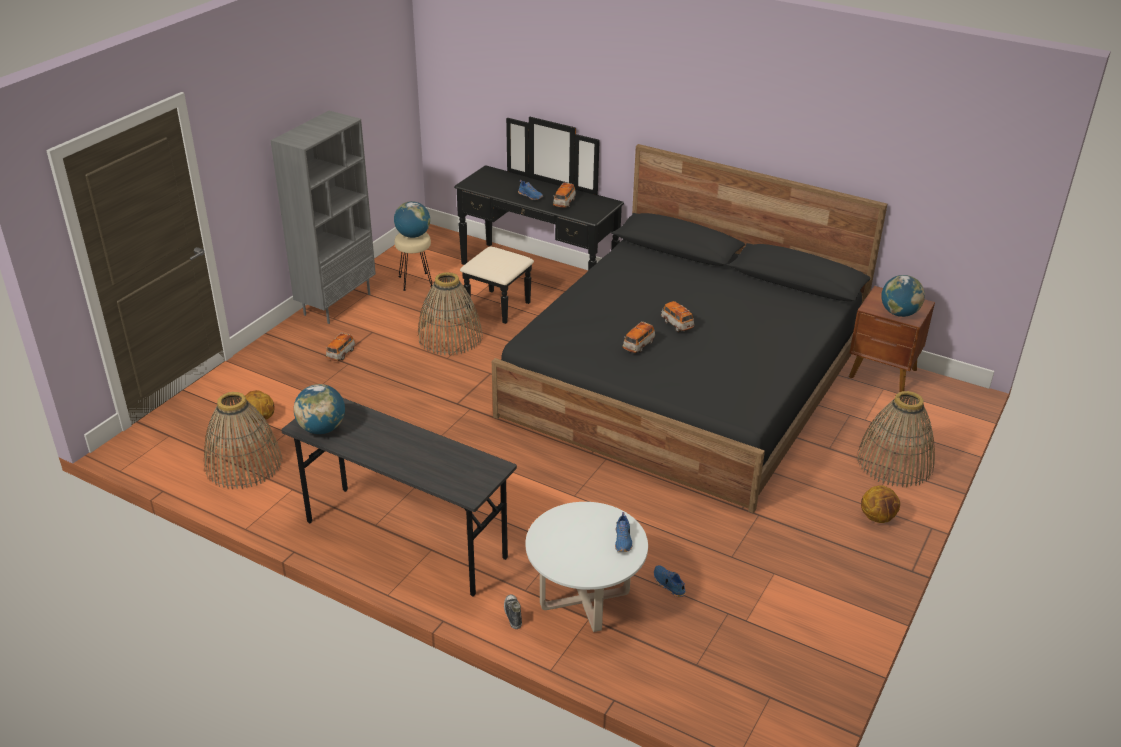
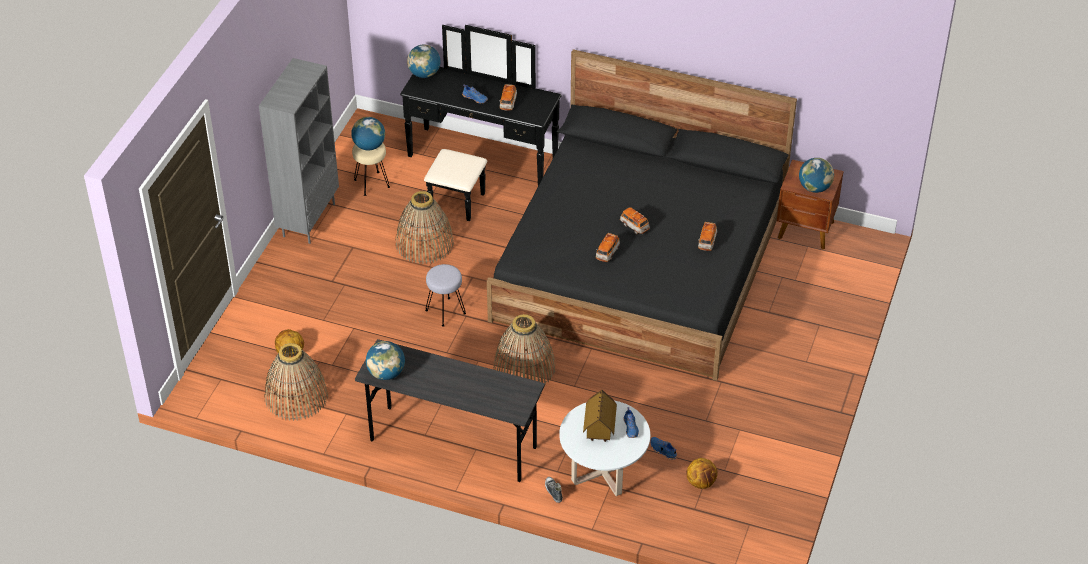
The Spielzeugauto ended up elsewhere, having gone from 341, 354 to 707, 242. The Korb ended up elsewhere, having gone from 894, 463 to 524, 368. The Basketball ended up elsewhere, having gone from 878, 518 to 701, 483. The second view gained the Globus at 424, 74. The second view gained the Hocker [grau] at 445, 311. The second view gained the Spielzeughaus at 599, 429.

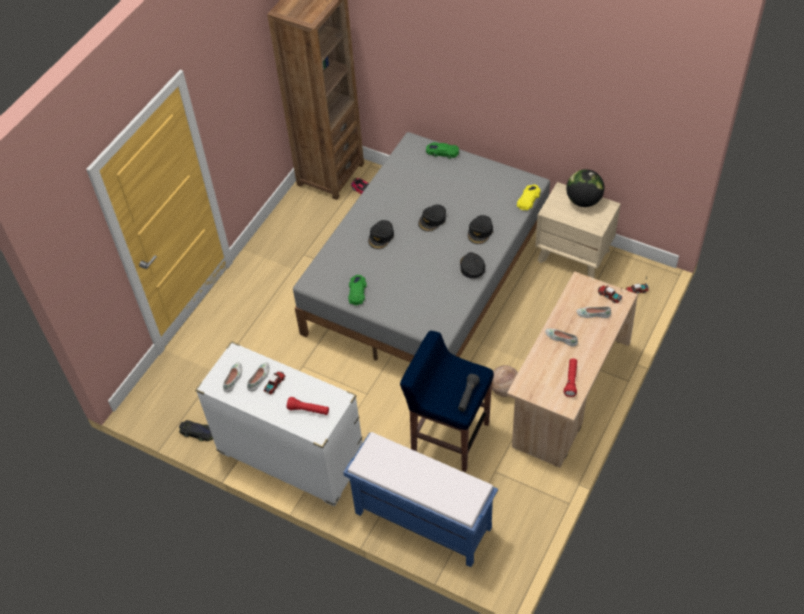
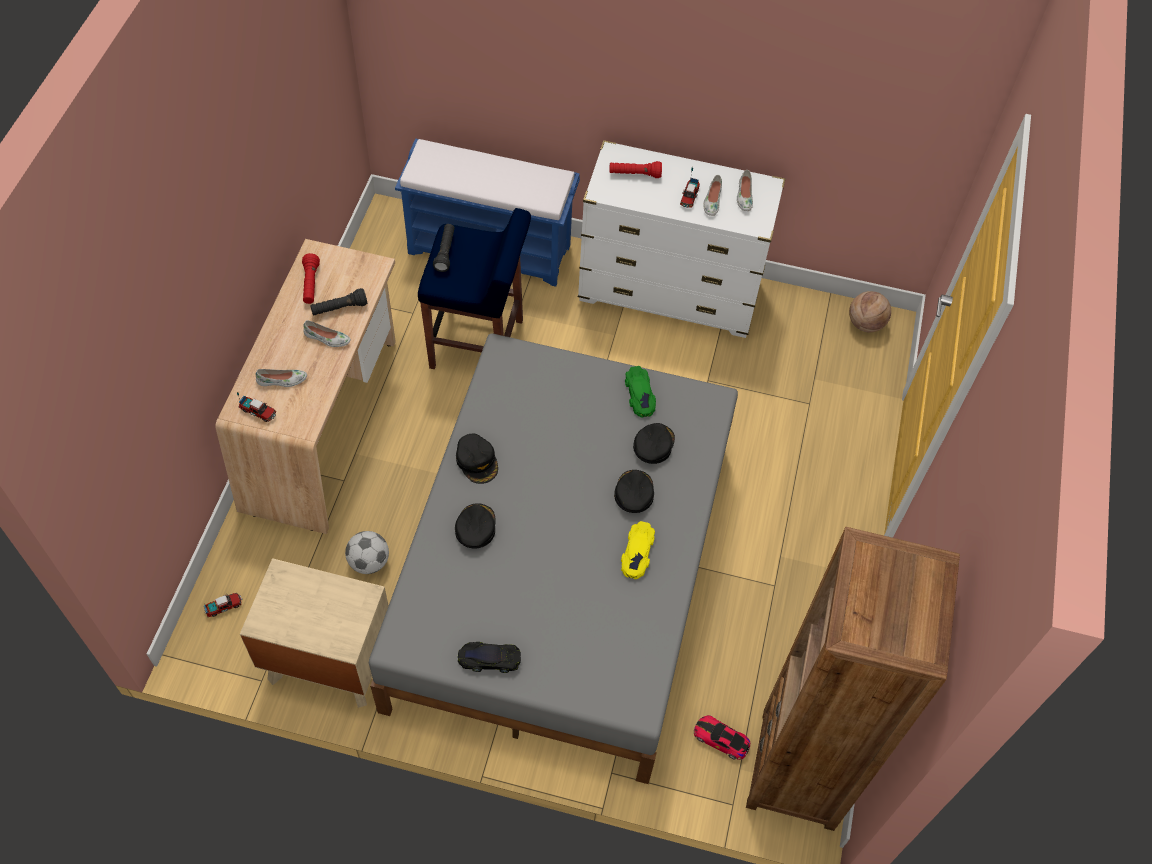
The second view lost the Spielzeugauto [grün] at 442, 152. The second view lost the Globus at 583, 201. The Spielzeugauto [gelb] ended up elsewhere, having gone from 528, 199 to 637, 553. The Kappe [schwarz] ended up elsewhere, having gone from 432, 220 to 653, 444. The Basketball ended up elsewhere, having gone from 504, 389 to 865, 324. The Spielzeugauto [schwarz] ended up elsewhere, having gone from 198, 432 to 489, 659. The second view gained the Taschenlampe [schwarz] at 339, 308. The second view gained the Fußball at 369, 562.

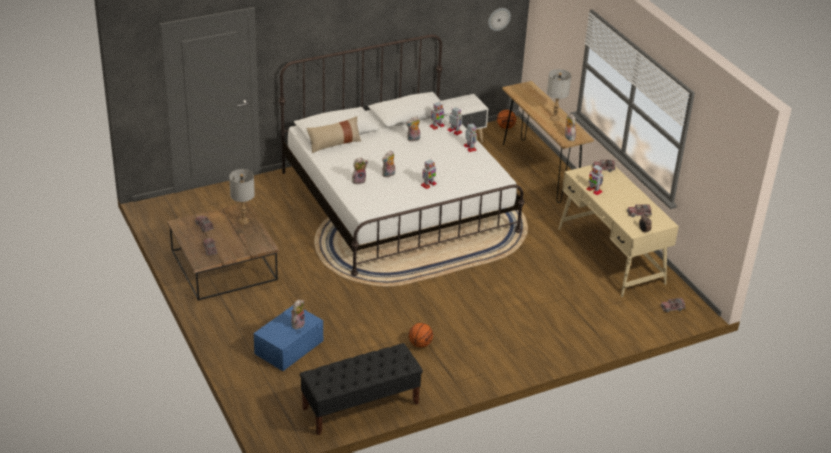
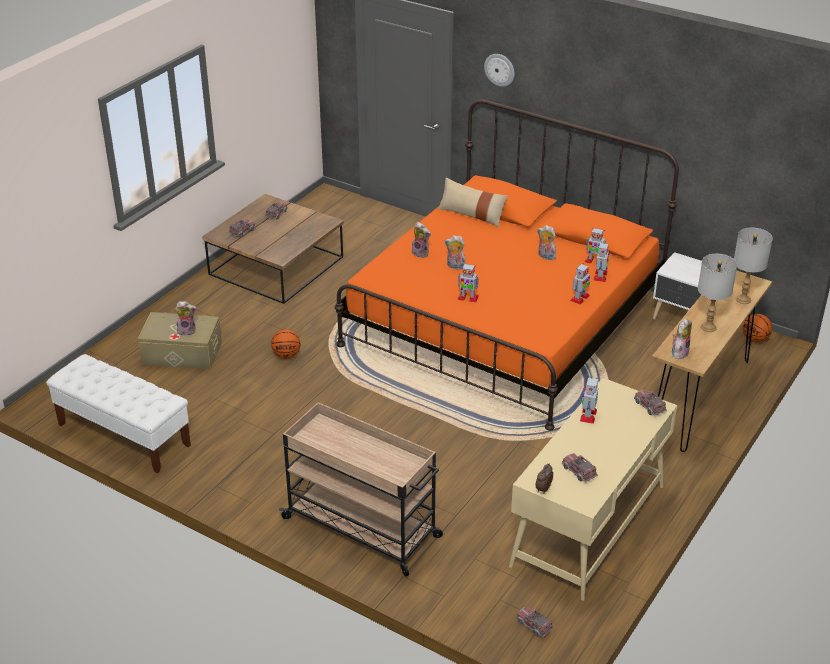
The Wanduhr ended up elsewhere, having gone from 499, 19 to 499, 69. What was the Bett [weiß] at 397, 201 turned into the Bett [orange] at 503, 321. The Tischlampe [grau] ended up elsewhere, having gone from 243, 221 to 743, 300. What was the Aufbewahrungsbox [blau] at 289, 347 turned into the Aufbewahrungsbox [beige] at 182, 353. The Basketball ended up elsewhere, having gone from 420, 344 to 286, 355. What was the Bank [schwarz] at 360, 406 turned into the Bank [weiß] at 123, 435. The second view gained the Rollwagen [beige] at 363, 528.

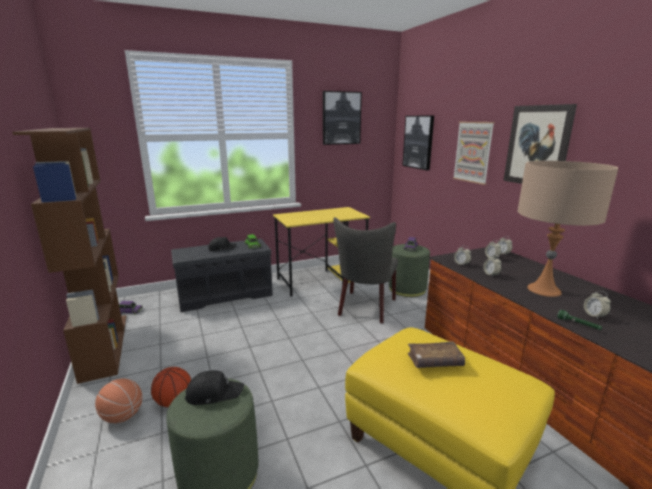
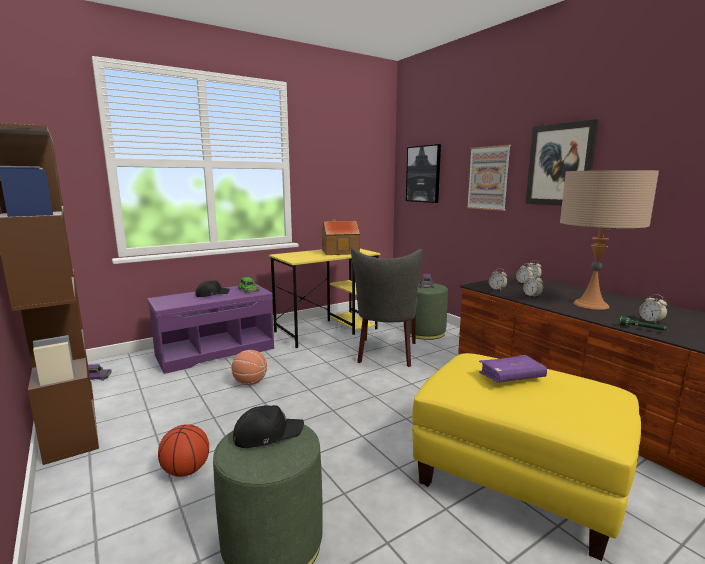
The second view lost the Bild at 341, 118. What was the Bank [grau] at 226, 294 turned into the Bank [lila] at 216, 351. What was the Buch [braun] at 434, 361 turned into the Buch [lila] at 511, 377. The Basketball ended up elsewhere, having gone from 122, 416 to 250, 382. The second view gained the Spielzeughaus at 339, 251.

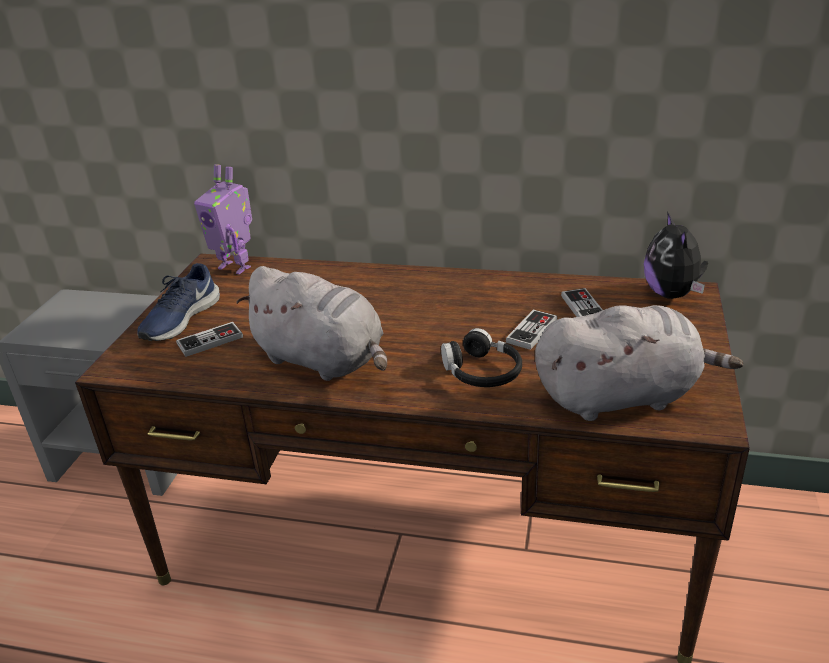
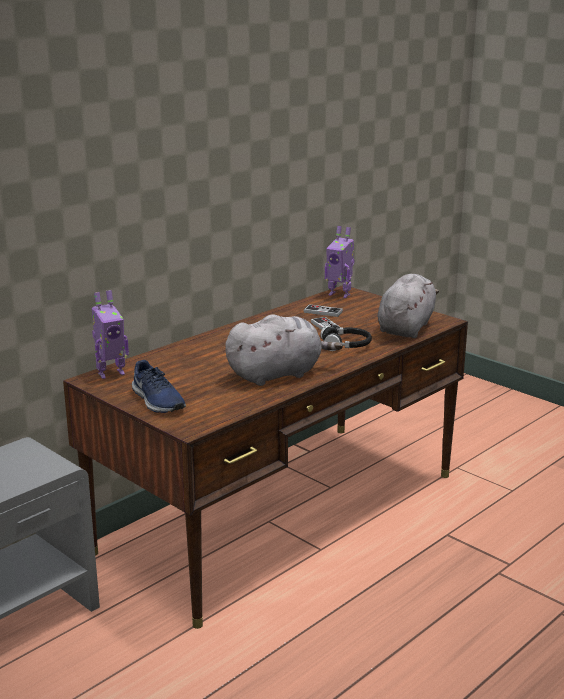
Where the Plüschtier stood at 672, 294, the Spielzeugroboter came to stand at 340, 294. The second view lost the Gamepad at 210, 341.

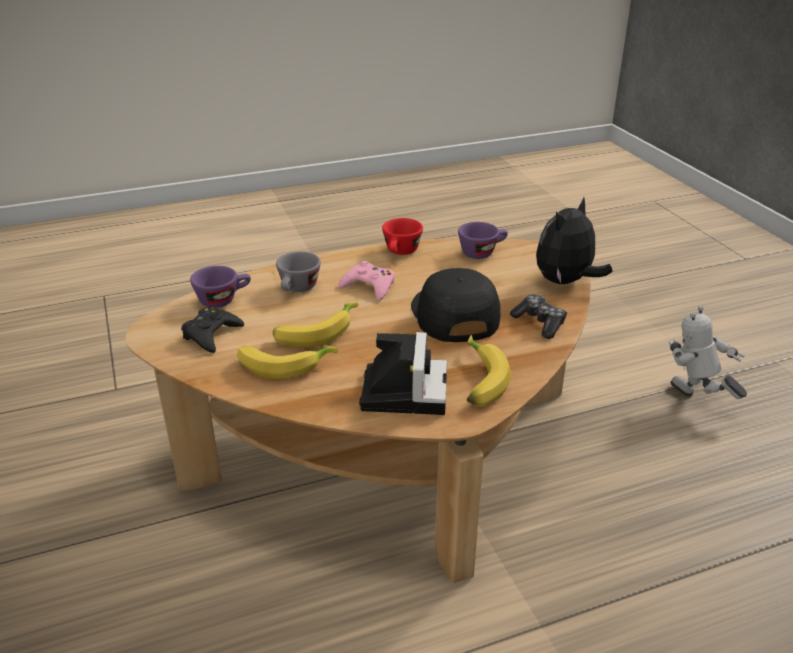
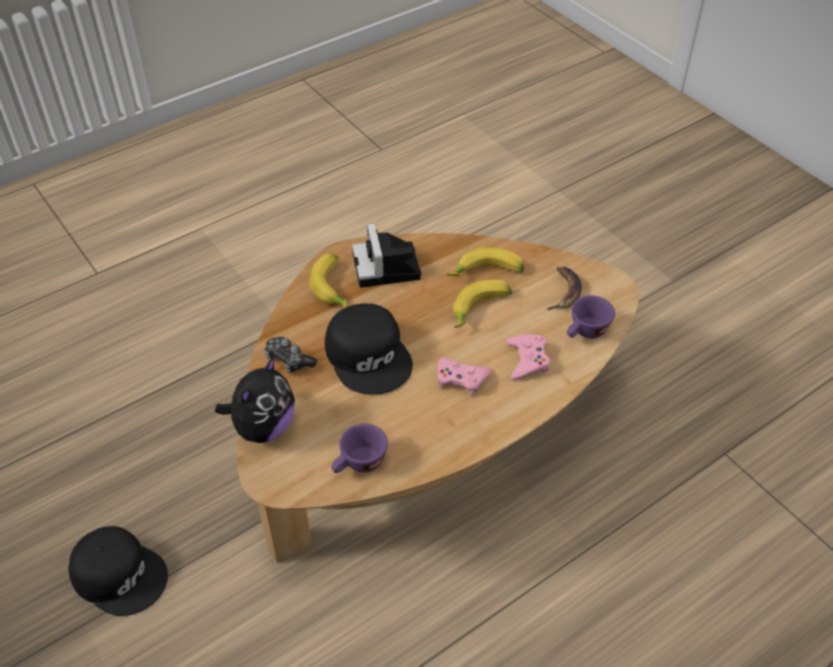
The second view lost the Tasse [rot] at 401, 252. Where the Tasse [grau] stood at 298, 289, the Gamepad [rosa] came to stand at 527, 360. Where the Spielzeugroboter stood at 694, 401, the Kappe [schwarz] came to stand at 120, 574. Where the Gamepad [schwarz] stood at 211, 334, the Banane came to stand at 564, 291.

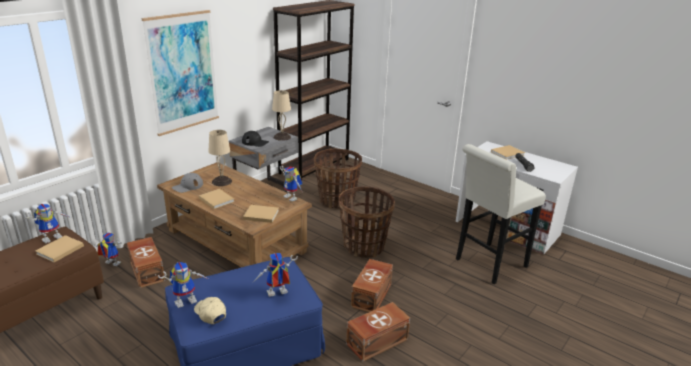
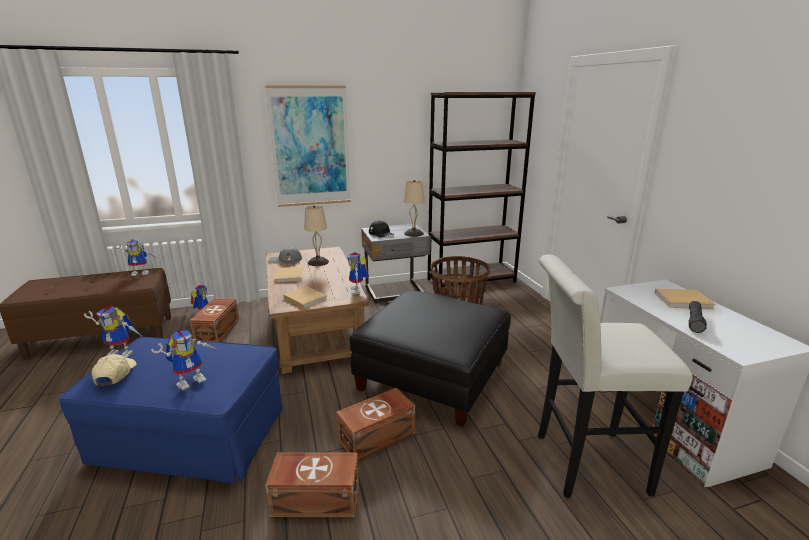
Where the Korb stood at 364, 246, the Polsterhocker [schwarz] came to stand at 432, 376. The second view lost the Buch [beige] at 59, 250. The Spielzeugroboter at 276, 295 ended up facing another way, 120 degrees clockwise from before.

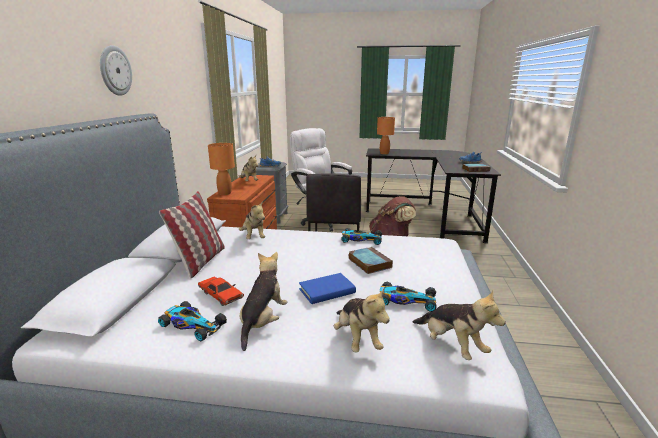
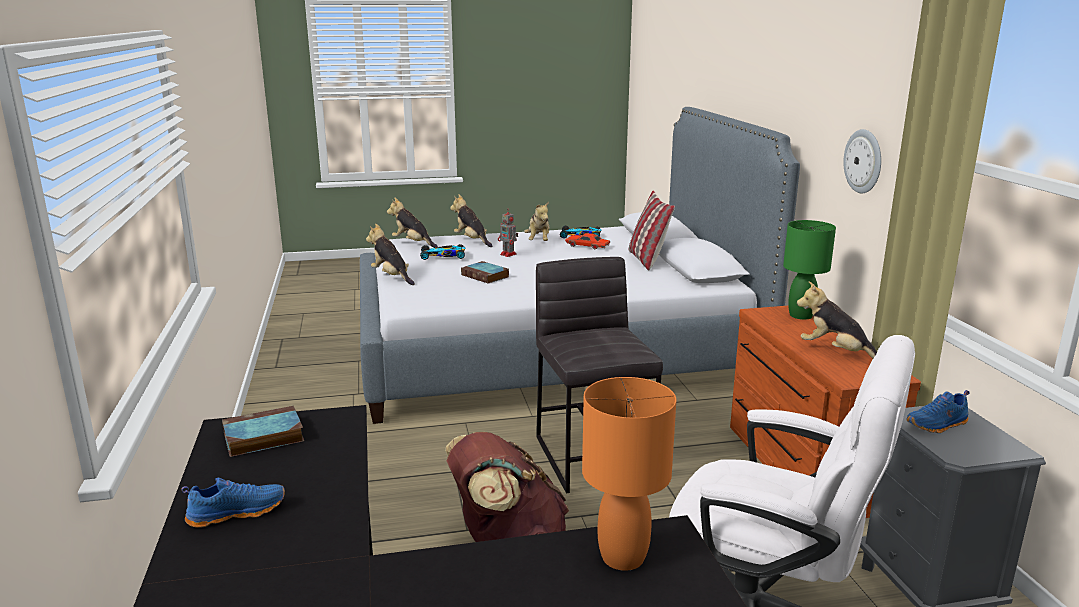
The Wanduhr ended up elsewhere, having gone from 115, 71 to 864, 161. What was the Tischlampe [orange] at 225, 193 turned into the Tischlampe [grün] at 800, 315. The Plüschtier ended up elsewhere, having gone from 253, 237 to 391, 277. The second view lost the Spielzeugauto at 360, 239. Where the Buch [blau] stood at 327, 291, the Spielzeugroboter came to stand at 509, 254.

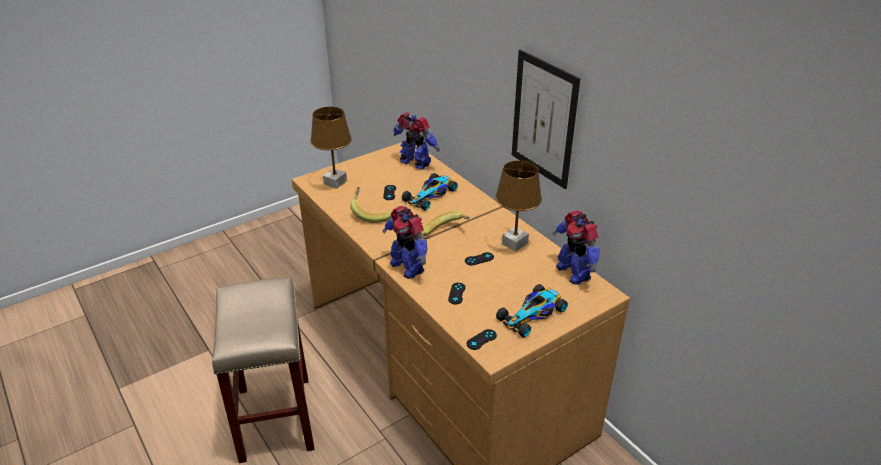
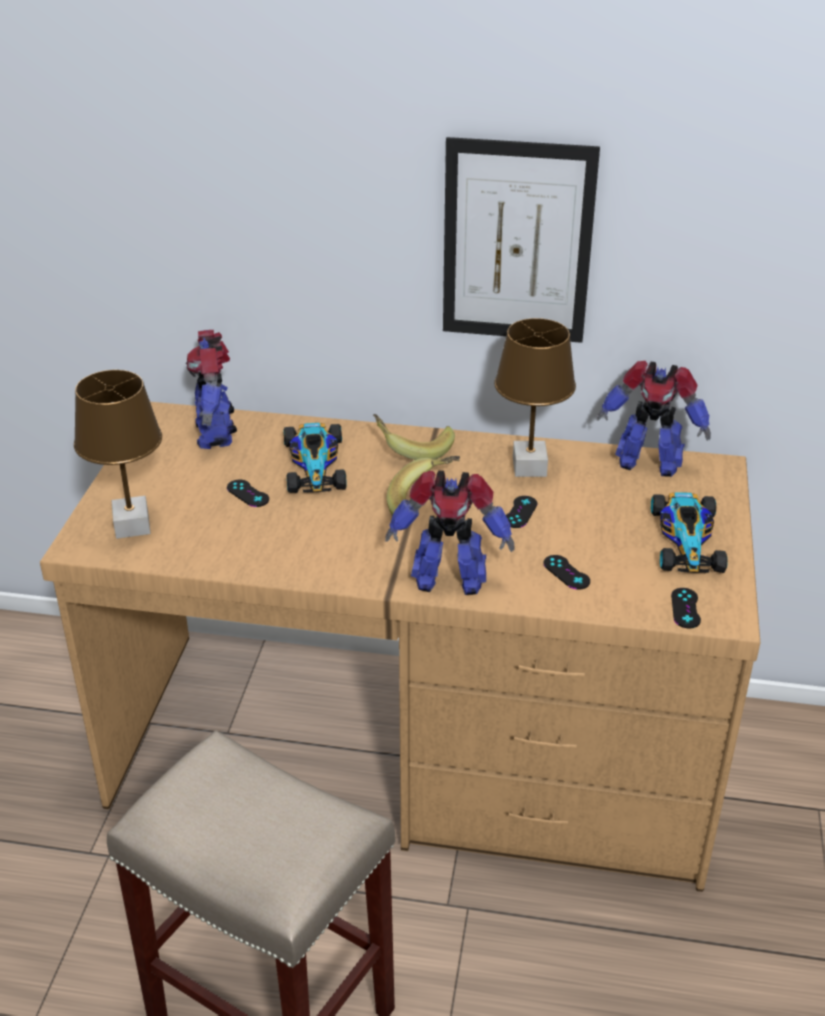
The Spielzeugroboter at 415, 164 ended up facing another way, 90 degrees counterclockwise from before. The Banane ended up elsewhere, having gone from 371, 213 to 413, 448.

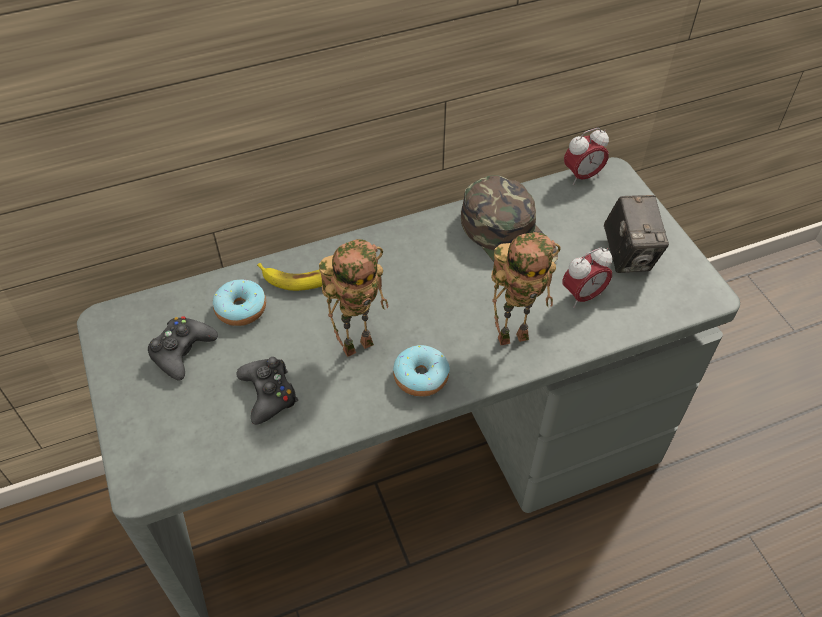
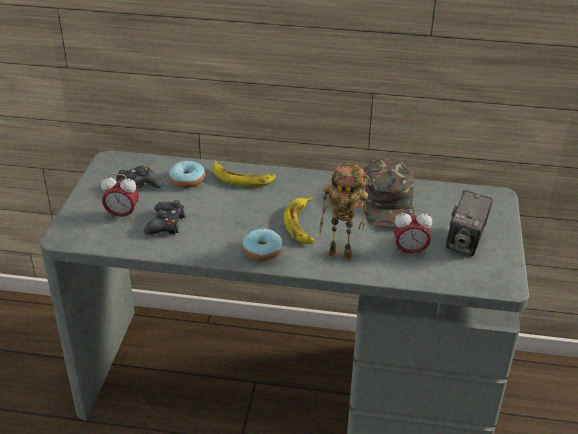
The Wecker ended up elsewhere, having gone from 582, 176 to 122, 215. The second view lost the Spielzeugroboter at 358, 343. The second view gained the Banane at 302, 224.

